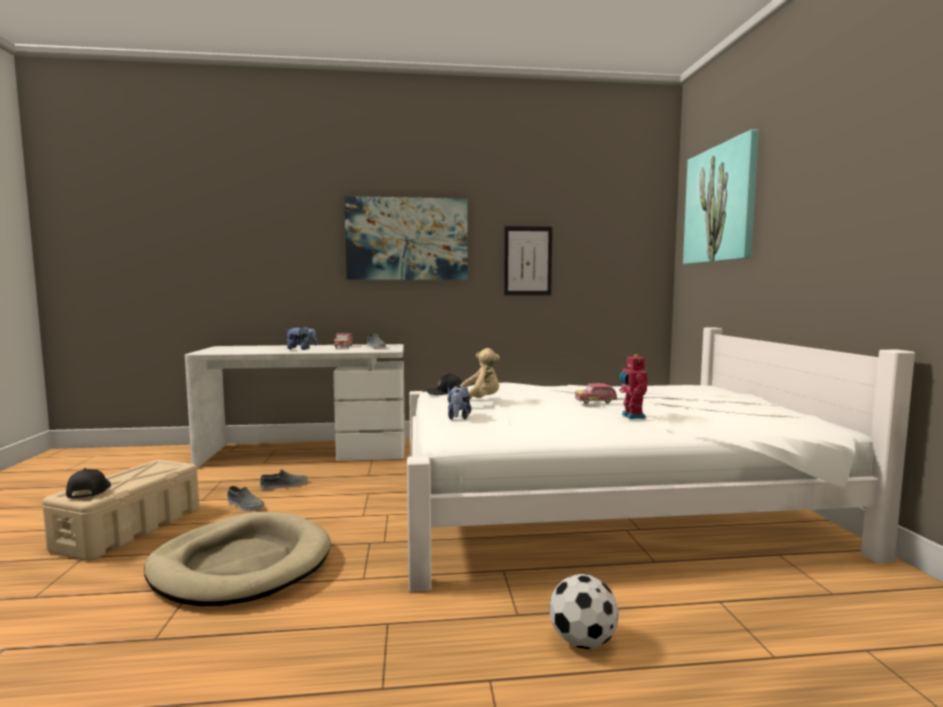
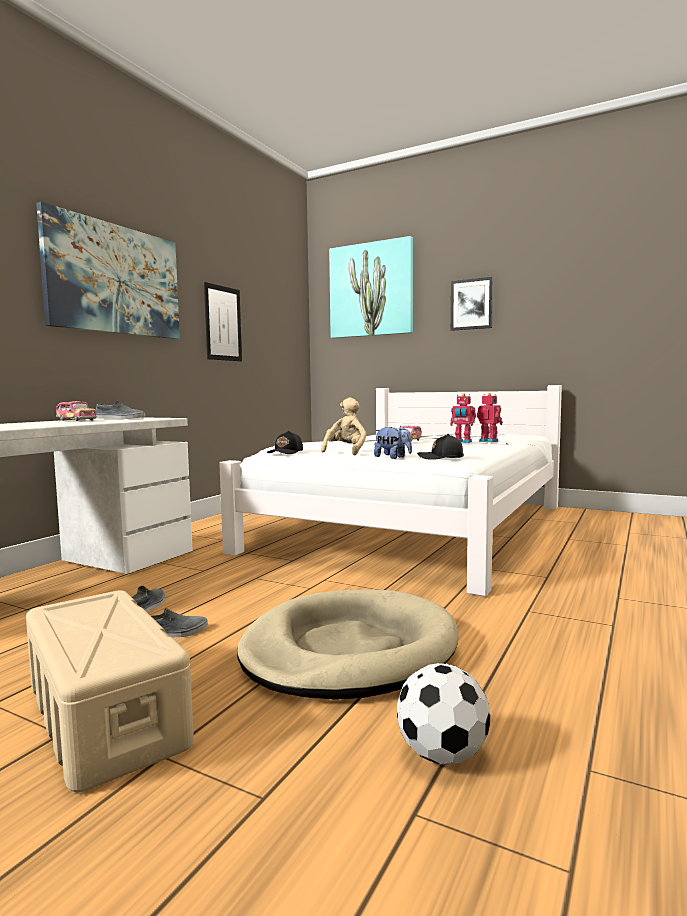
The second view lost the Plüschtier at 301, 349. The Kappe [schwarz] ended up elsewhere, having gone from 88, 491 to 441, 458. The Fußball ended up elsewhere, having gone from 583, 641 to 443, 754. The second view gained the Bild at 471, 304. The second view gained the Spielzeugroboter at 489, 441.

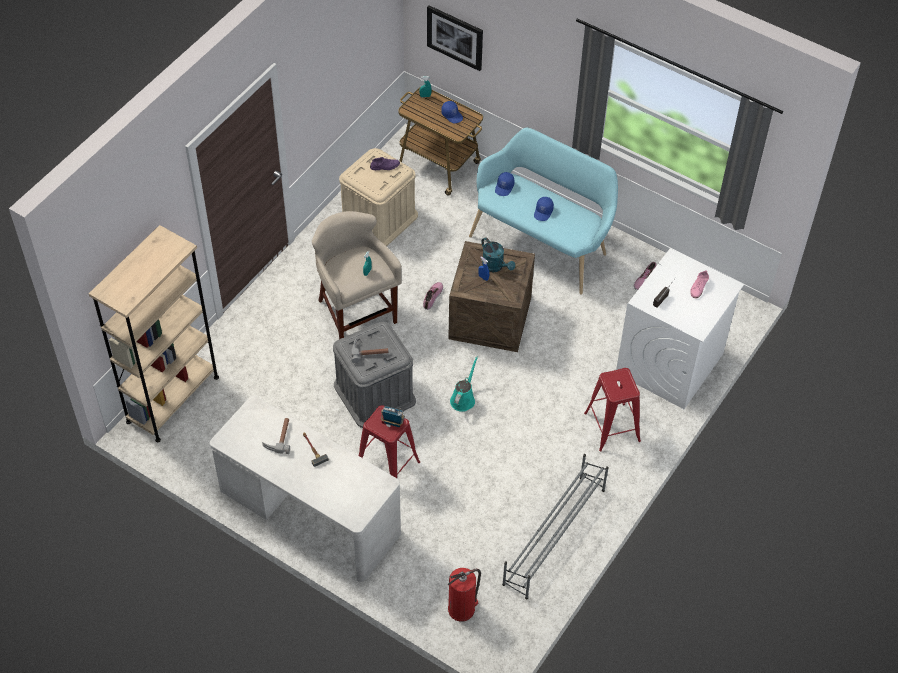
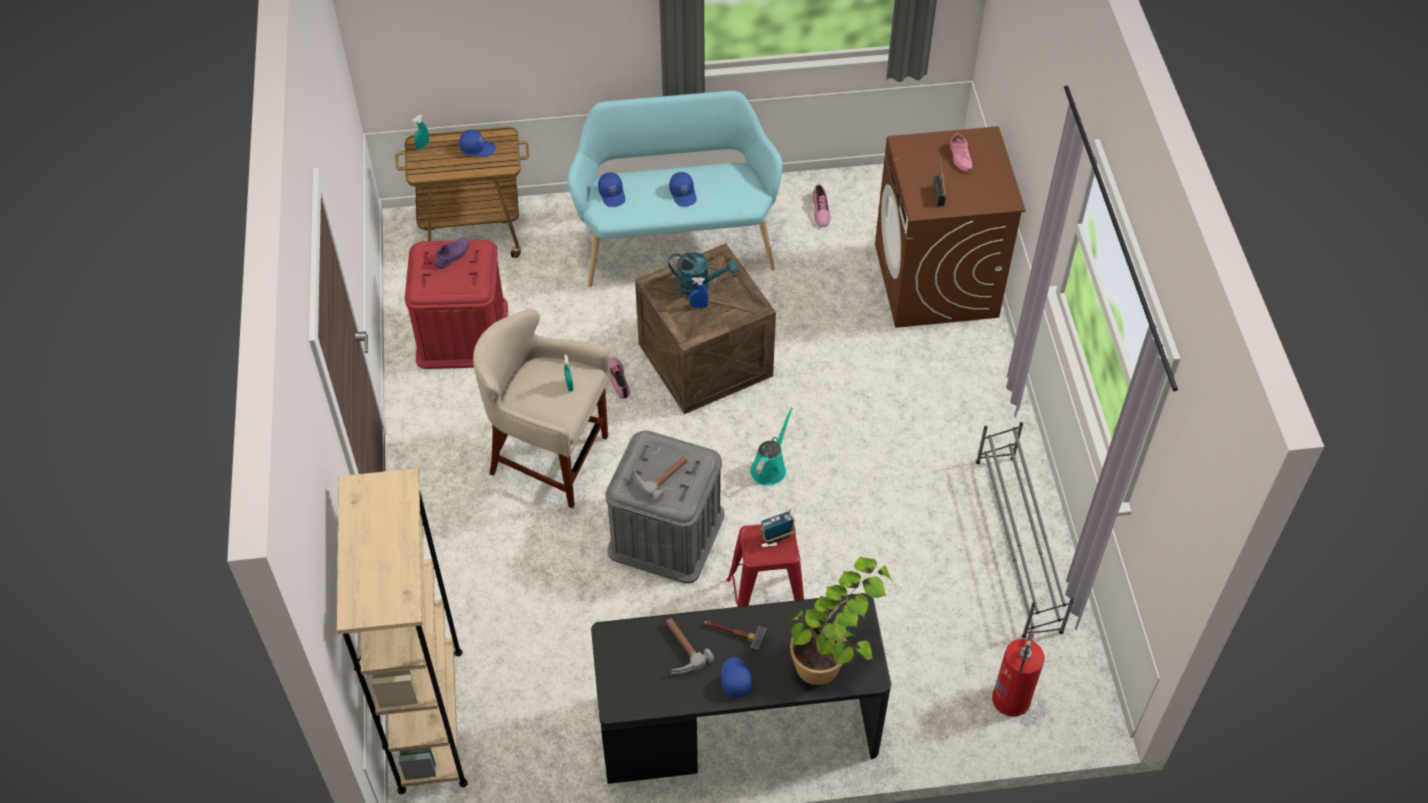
The second view lost the Bild at 455, 37. What was the Aufbewahrungsbox [beige] at 379, 217 turned into the Aufbewahrungsbox [rot] at 462, 333. What was the Waschmaschine [weiß] at 669, 364 turned into the Waschmaschine [braun] at 936, 281. The Gießkanne [türkis] at 463, 399 ended up facing another way, 45 degrees clockwise from before. The second view lost the Hocker [rot] at 612, 426. What was the Schreibtisch [weiß] at 309, 513 turned into the Schreibtisch [schwarz] at 737, 726. The second view gained the Topfpflanze at 836, 653. The second view gained the Kappe [blau] at 735, 679.

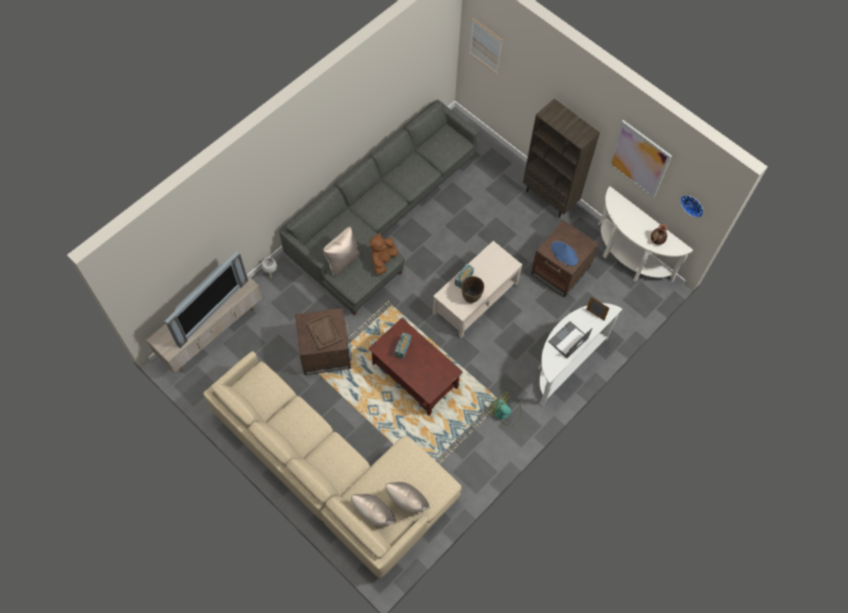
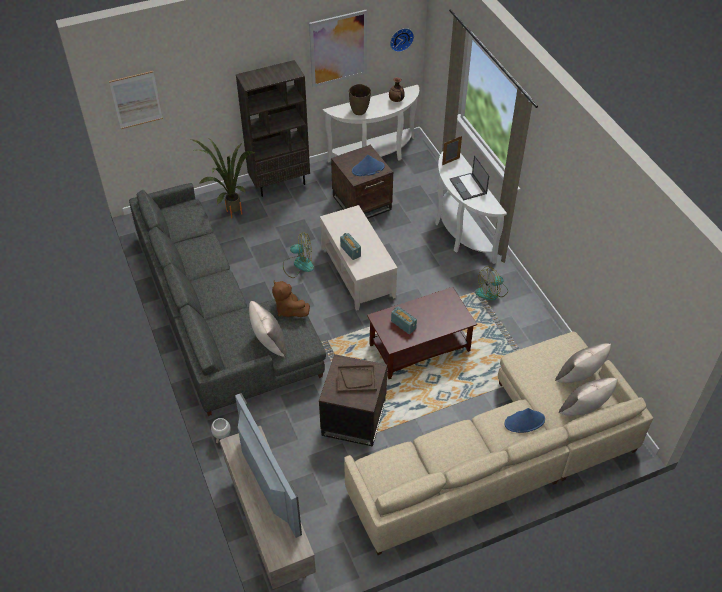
The Vase [braun] ended up elsewhere, having gone from 471, 297 to 359, 111. The second view gained the Topfpflanze at 229, 213. The second view gained the Ventilator at 298, 265. The second view gained the Hut [blau] at 524, 422.

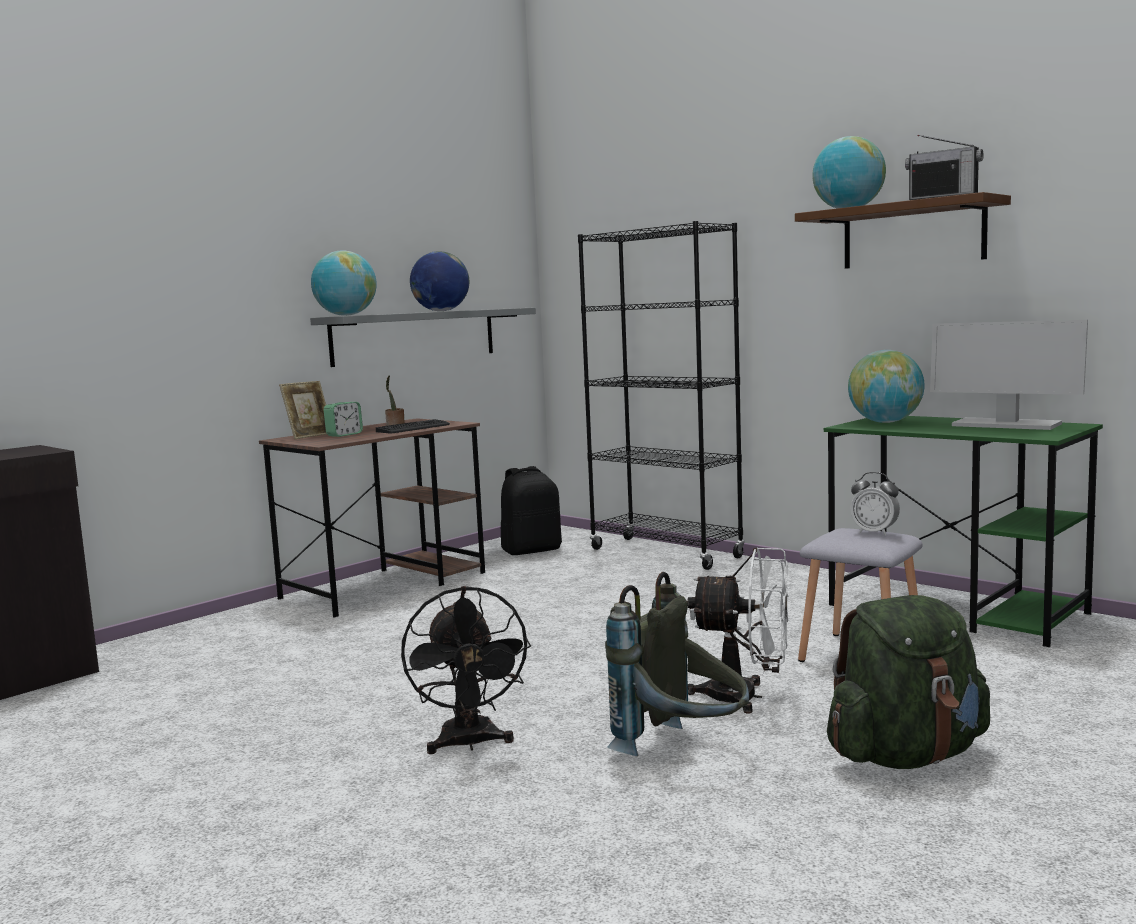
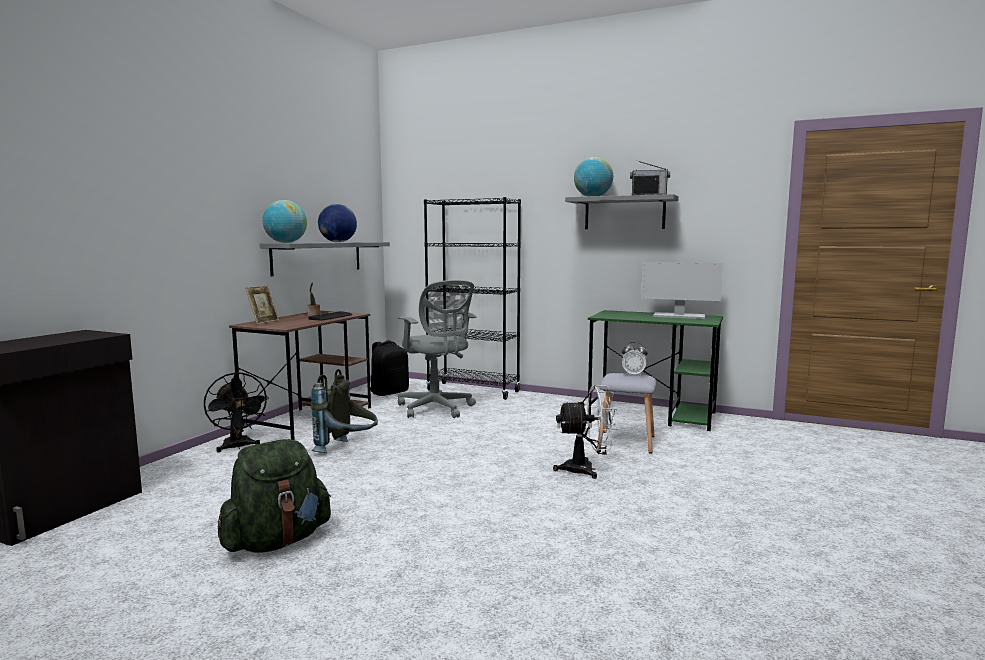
What was the Wandregal [braun] at 912, 235 turned into the Wandregal [grau] at 624, 213. The second view lost the Globus at 885, 422. The second view lost the Wecker at 344, 434. The Rucksack [grau] ended up elsewhere, having gone from 683, 751 to 348, 450. The Ventilator [schwarz] ended up elsewhere, having gone from 469, 744 to 238, 447. The Rucksack [grün] ended up elsewhere, having gone from 906, 756 to 277, 541. The second view gained the Bürostuhl [grau] at 437, 409.

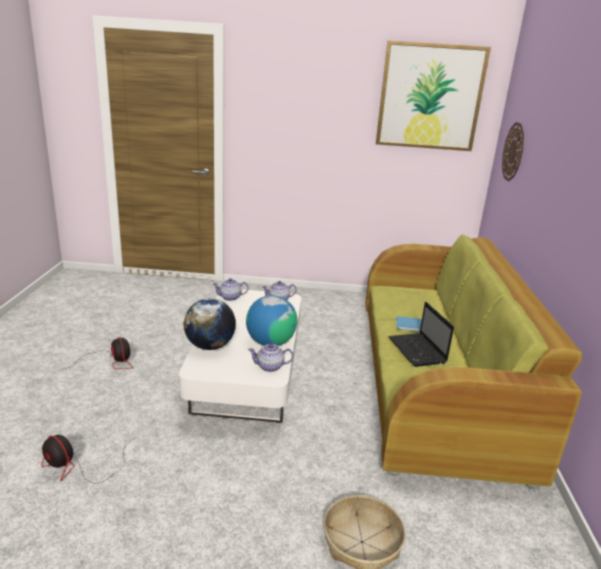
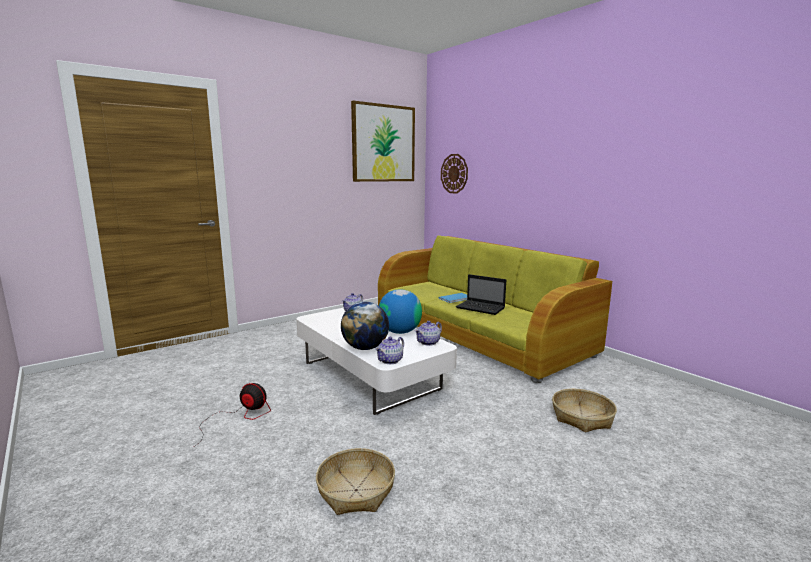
The Teekanne ended up elsewhere, having gone from 230, 297 to 390, 360. Where the Ventilator stood at 79, 467, the Korb came to stand at 356, 490.

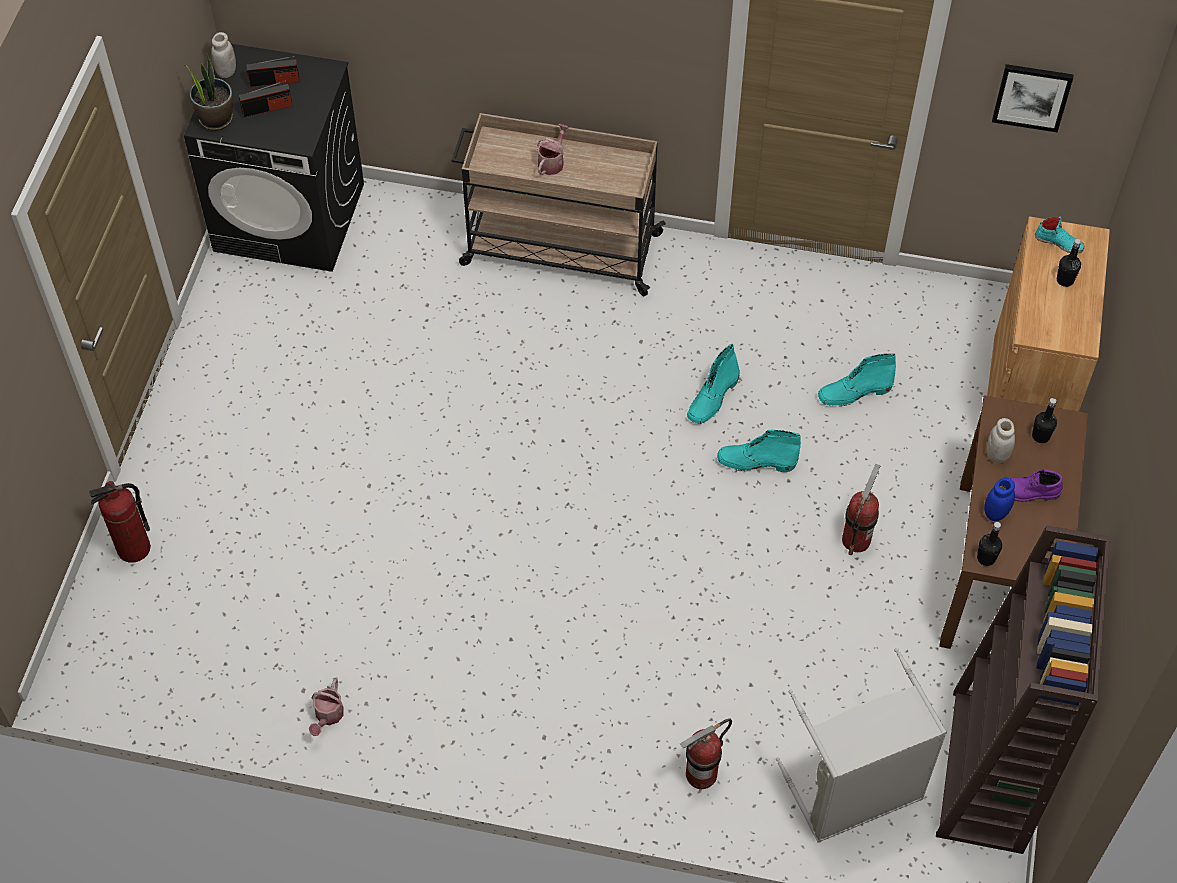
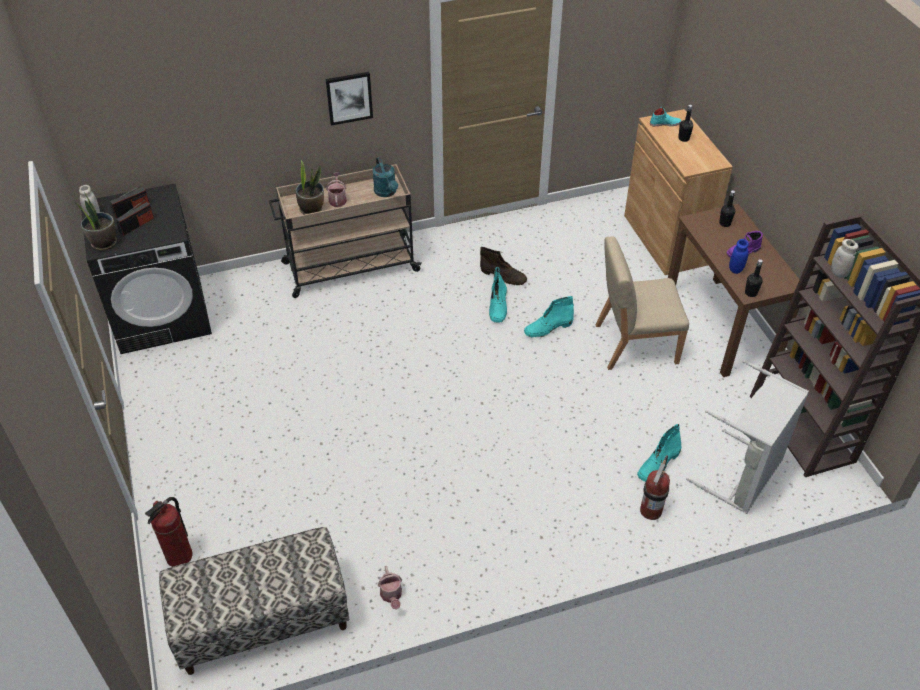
The Bild ended up elsewhere, having gone from 1032, 96 to 349, 98. The Stiefel [türkis] ended up elsewhere, having gone from 854, 392 to 658, 464. The Vorratsglas [weiß] ended up elsewhere, having gone from 997, 455 to 839, 273. Where the Feuerlöscher stood at 856, 539, the Stuhl [beige] came to stand at 634, 343. The second view gained the Gießkanne [türkis] at 386, 192. The second view gained the Topfpflanze at 311, 209. The second view gained the Stiefel [braun] at 503, 276. The second view gained the Bank at 262, 622.

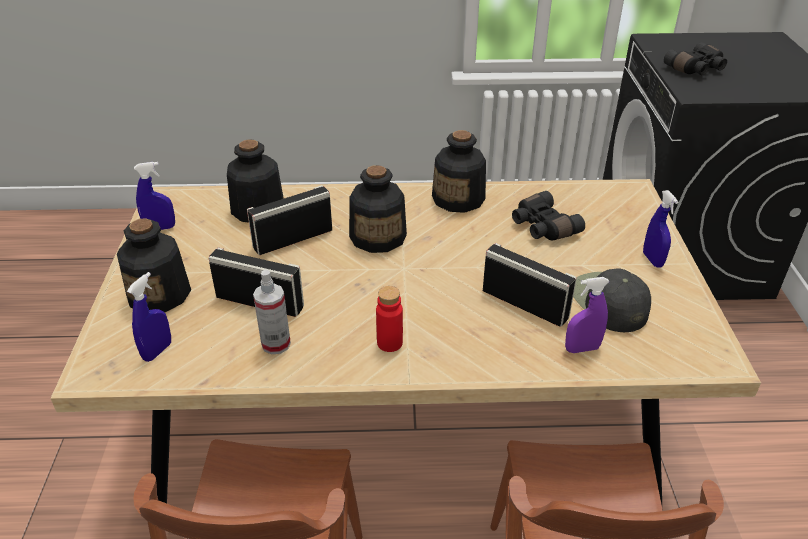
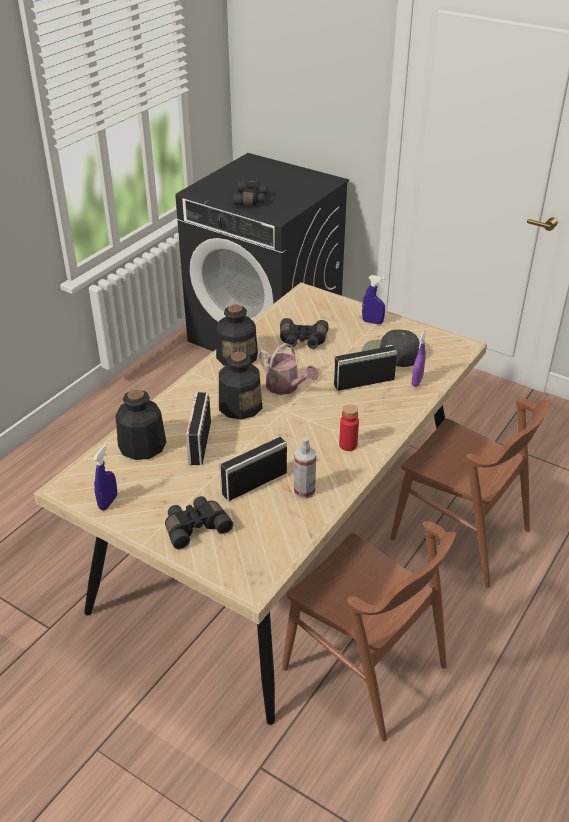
Where the Flasche stood at 160, 294, the Fernglas [schwarz] came to stand at 195, 527. The second view lost the Sprühflasche [blau] at 157, 351. The second view gained the Gießkanne at 286, 387.

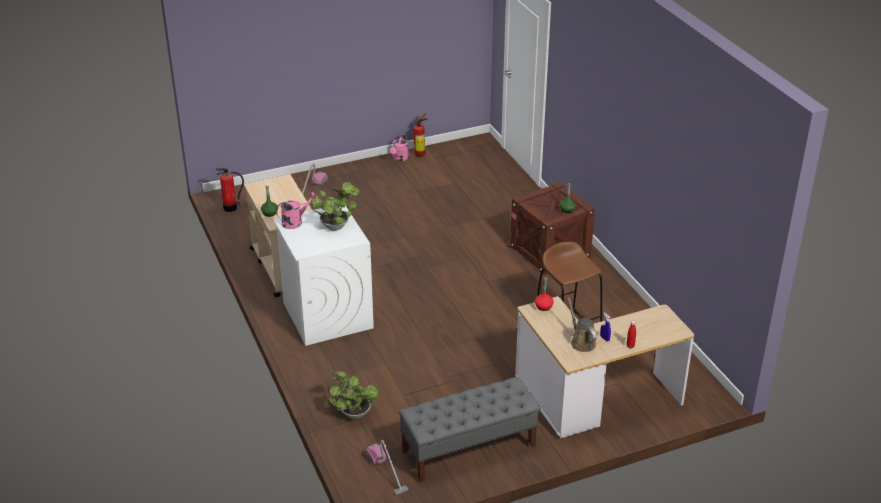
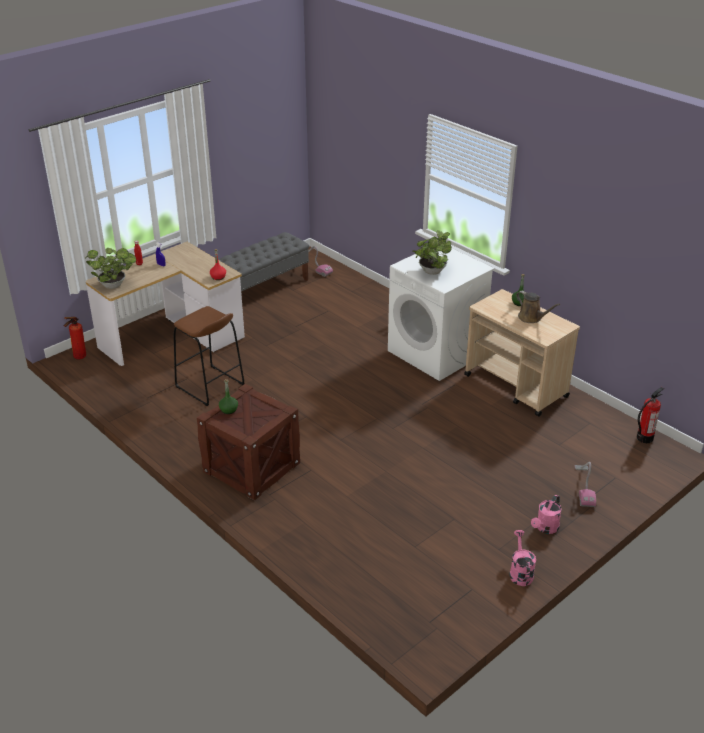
The Feuerlöscher ended up elsewhere, having gone from 421, 154 to 78, 357. The Gießkanne [rosa] ended up elsewhere, having gone from 295, 222 to 545, 528. The Gießkanne [braun] ended up elsewhere, having gone from 581, 342 to 531, 318. The Topfpflanze ended up elsewhere, having gone from 353, 413 to 115, 286.

